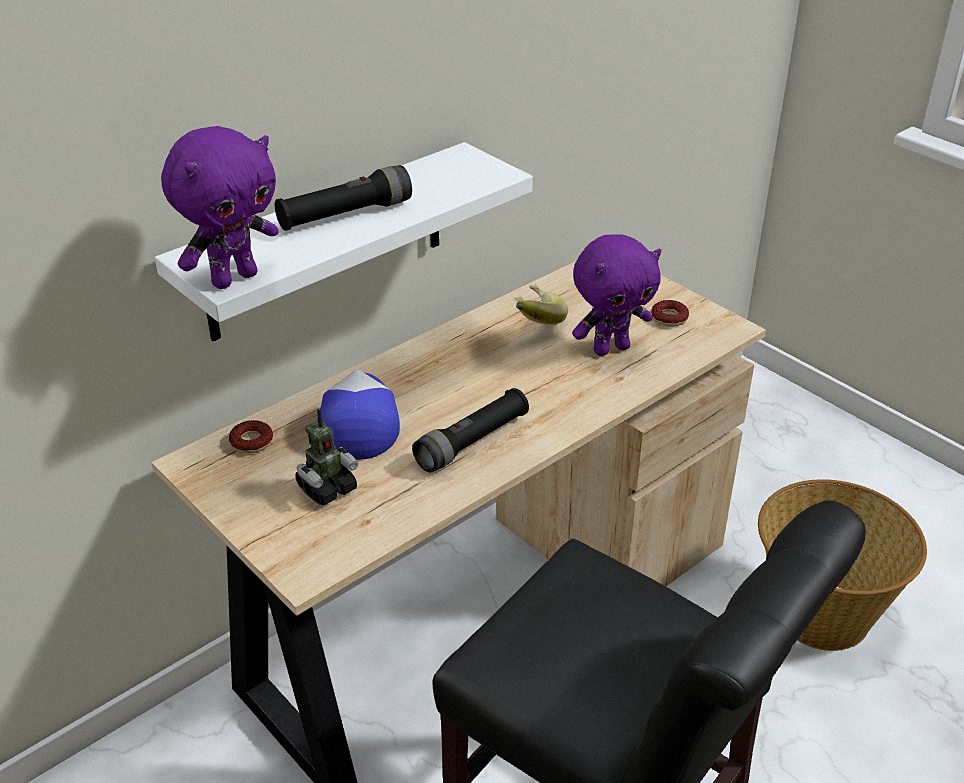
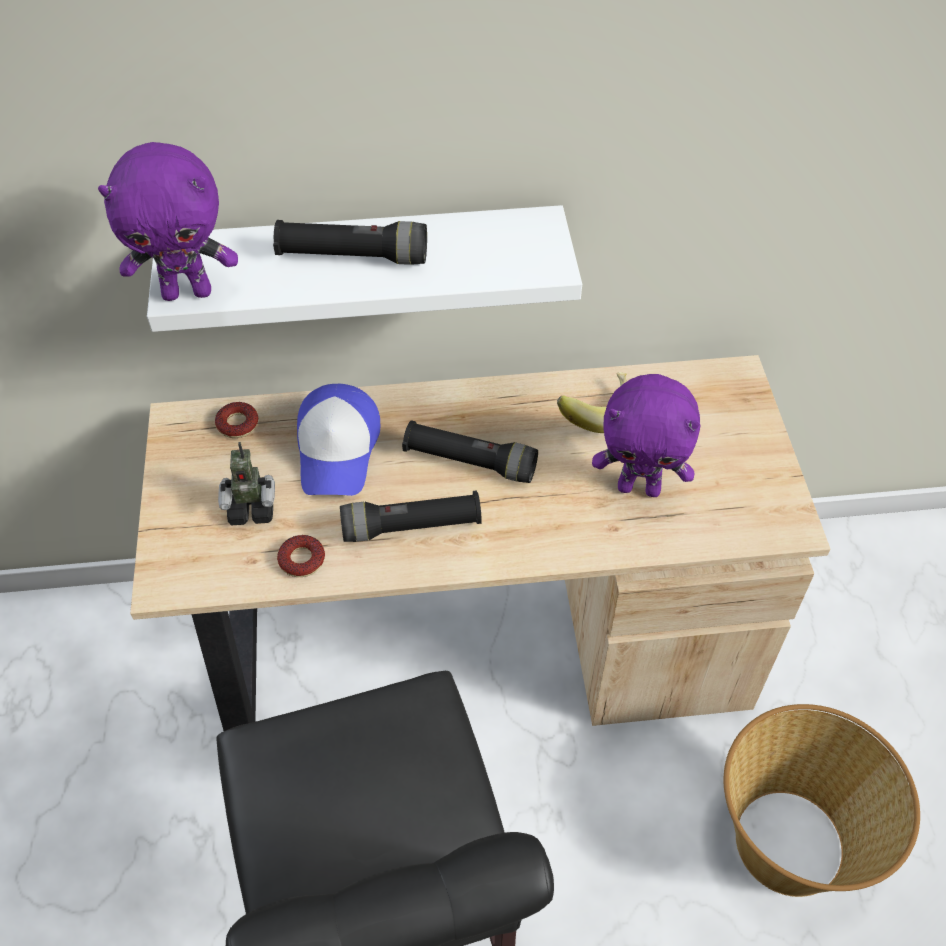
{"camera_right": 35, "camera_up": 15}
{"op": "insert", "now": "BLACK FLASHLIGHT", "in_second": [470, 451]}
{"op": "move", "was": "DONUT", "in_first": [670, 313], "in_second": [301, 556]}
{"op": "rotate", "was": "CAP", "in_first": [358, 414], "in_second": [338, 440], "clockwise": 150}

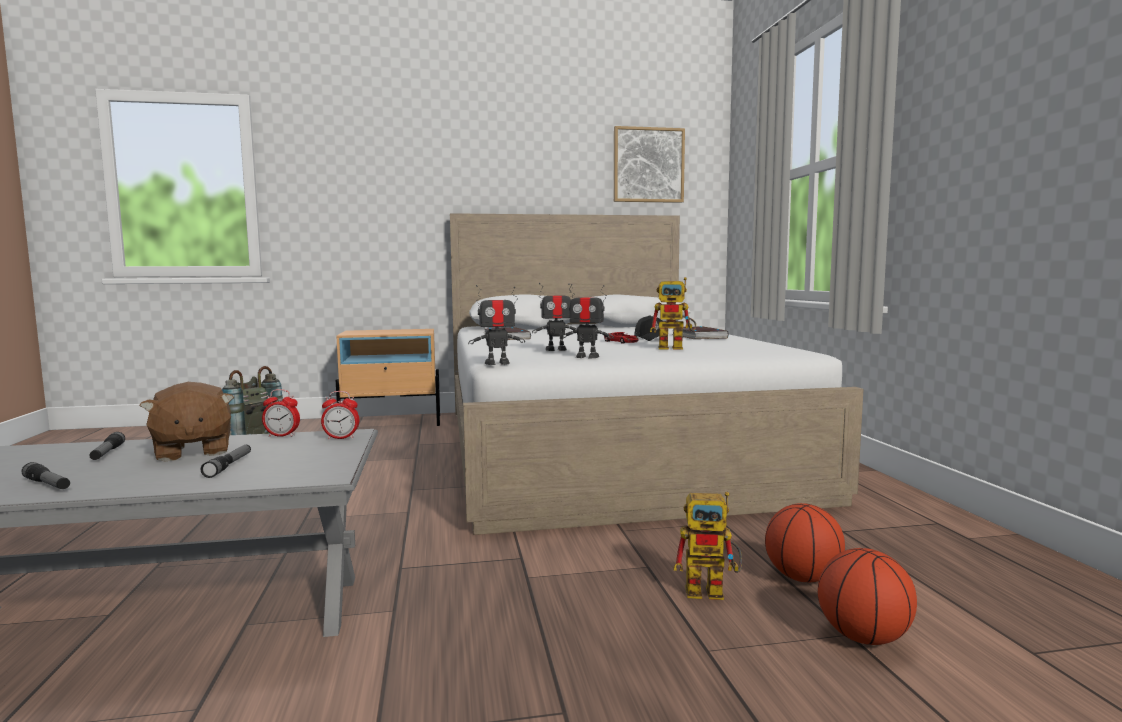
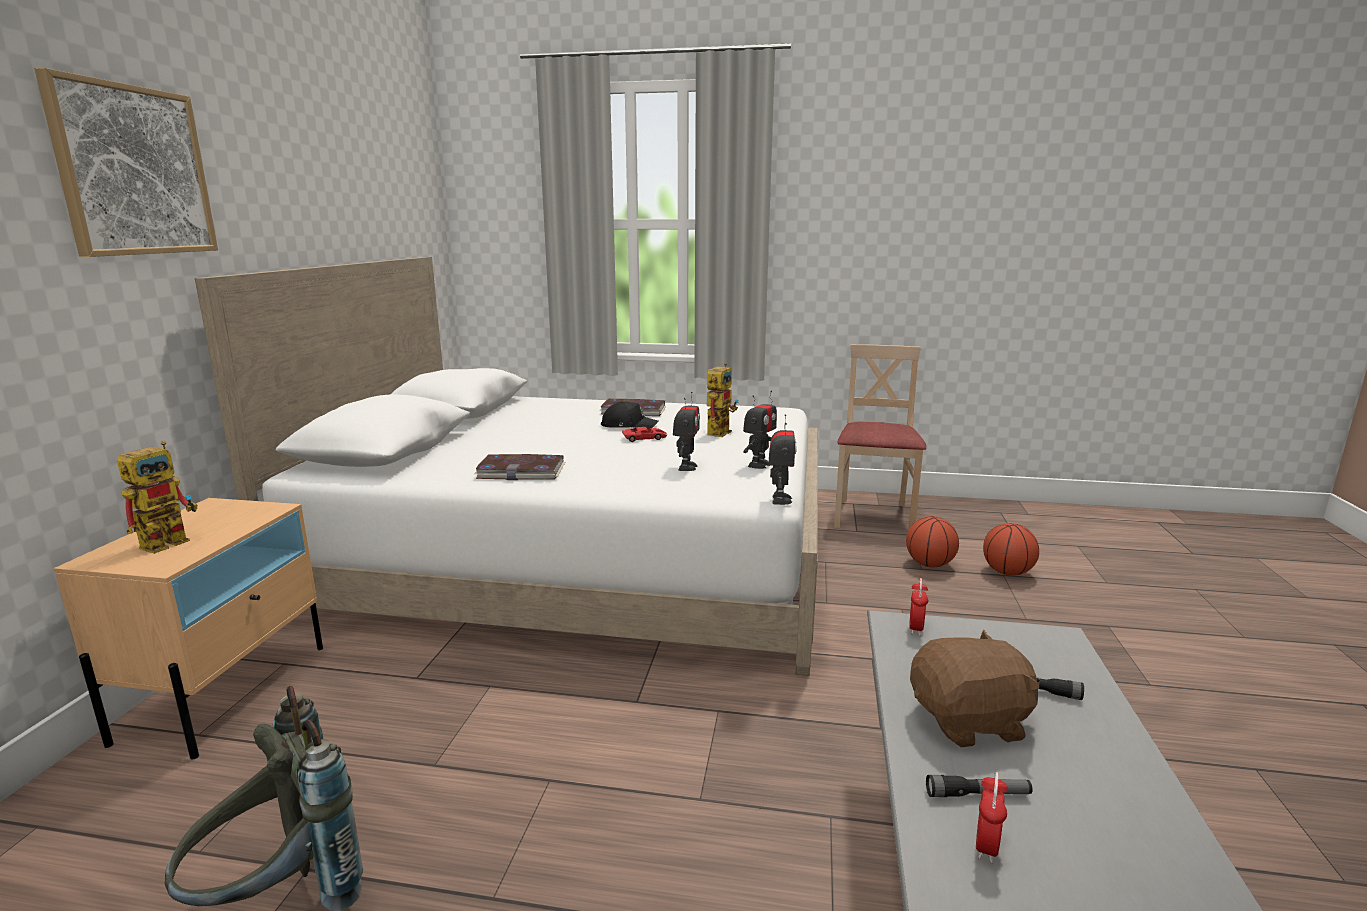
{"camera_right": -70, "camera_up": 10}
{"op": "delete", "was": "FLASHLIGHT", "in_first": [46, 475]}
{"op": "insert", "now": "BEIGE CHAIR", "in_second": [880, 437]}
{"op": "move", "was": "ALARM CLOCK", "in_first": [281, 413], "in_second": [992, 817]}
{"op": "move", "was": "PICTURE", "in_first": [649, 164], "in_second": [126, 162]}
{"op": "move", "was": "TOY ROBOT", "in_first": [707, 546], "in_second": [157, 497]}

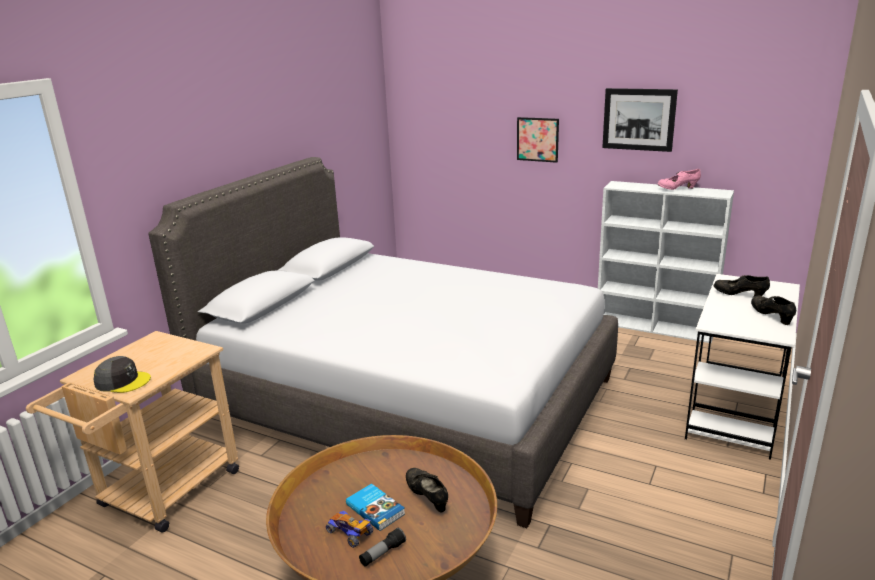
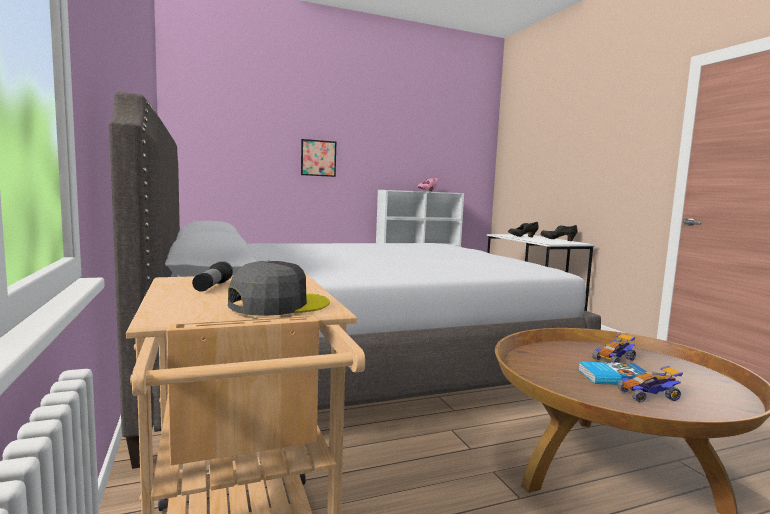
{"camera_right": -50, "camera_up": -15}
{"op": "delete", "was": "PICTURE", "in_first": [640, 120]}
{"op": "move", "was": "FLASHLIGHT", "in_first": [382, 547], "in_second": [212, 276]}
{"op": "replace", "was": "BLACK SHOE", "now": "TOY CAR", "in_first": [427, 490], "in_second": [614, 348]}

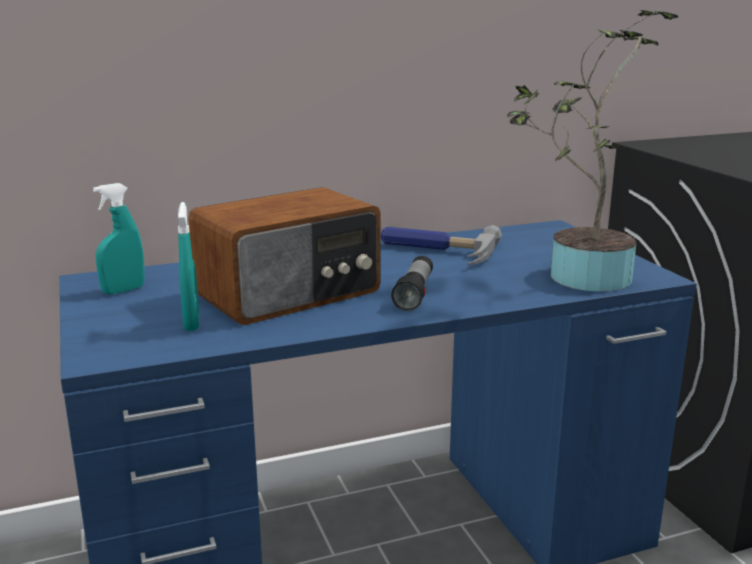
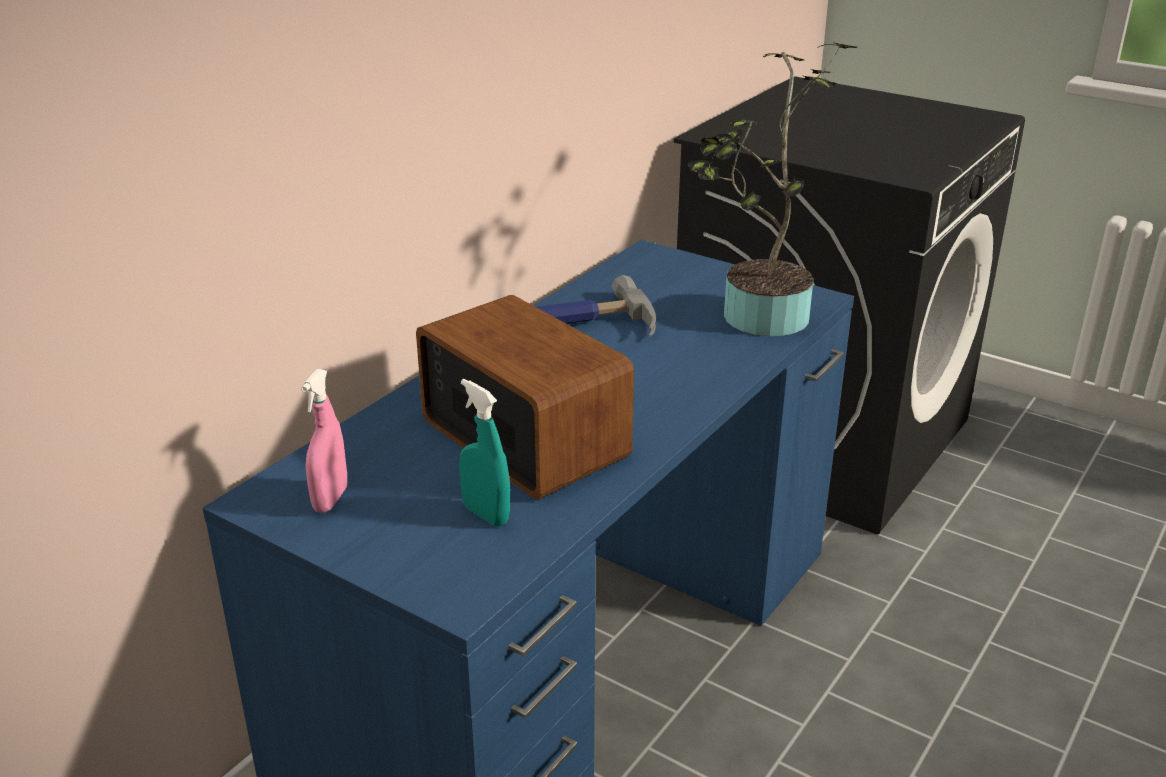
{"camera_right": -35, "camera_up": 10}
{"op": "delete", "was": "FLASHLIGHT", "in_first": [412, 283]}
{"op": "recolor", "was": "TURQUOISE SPRAY BOTTLE", "now": "PINK SPRAY BOTTLE", "in_first": [119, 239], "in_second": [324, 441]}
{"op": "rotate", "was": "RADIO", "in_first": [284, 256], "in_second": [525, 397], "clockwise": -60}

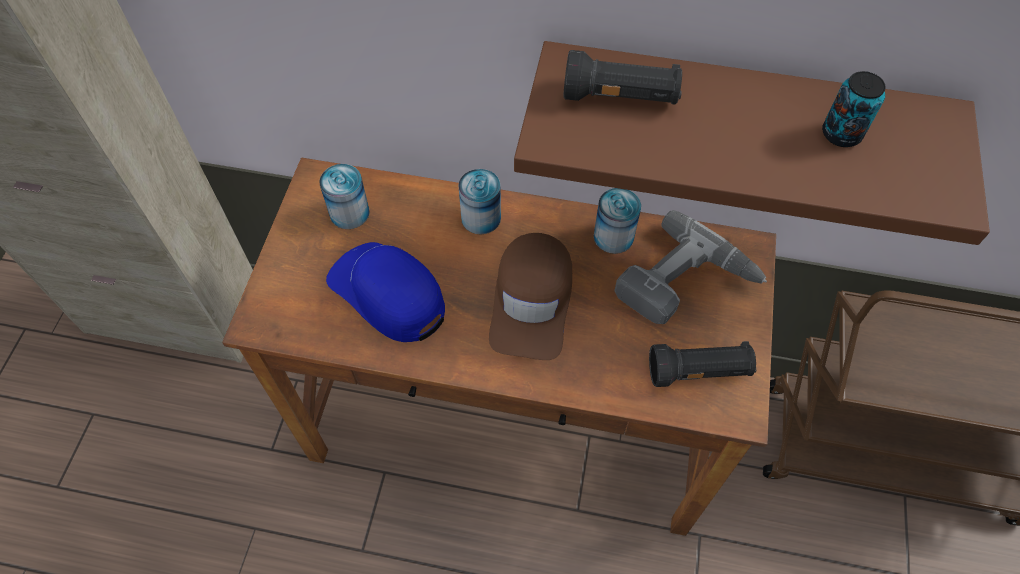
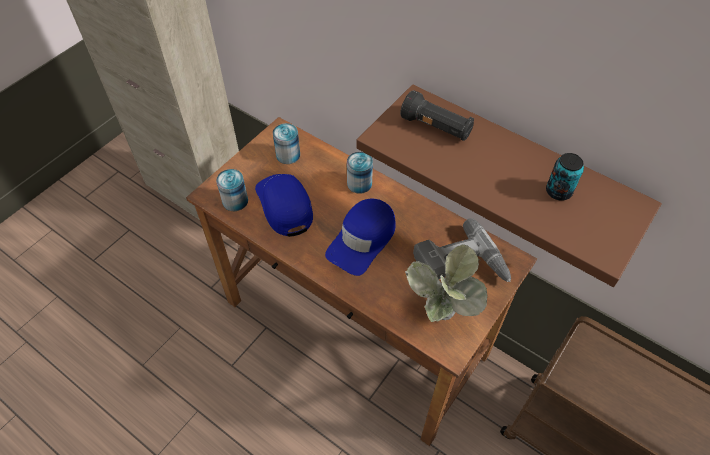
{"camera_right": 25, "camera_up": -5}
{"op": "move", "was": "CAN", "in_first": [617, 221], "in_second": [232, 190]}
{"op": "replace", "was": "BLACK FLASHLIGHT", "now": "POTTED PLANT", "in_first": [702, 364], "in_second": [446, 283]}
{"op": "recolor", "was": "BROWN CAP", "now": "BLUE CAP", "in_first": [530, 296], "in_second": [360, 237]}

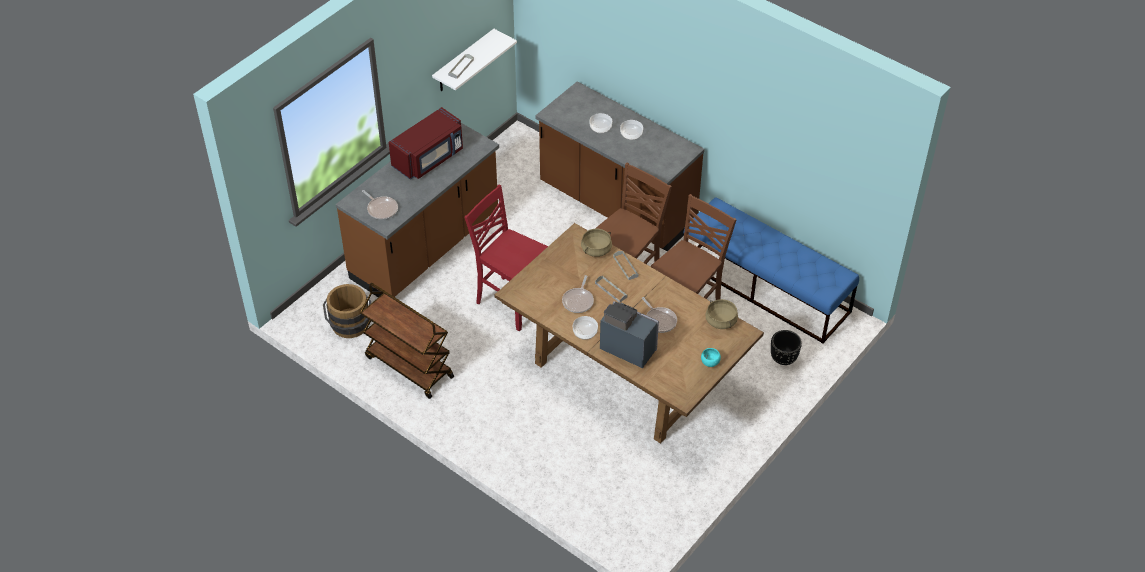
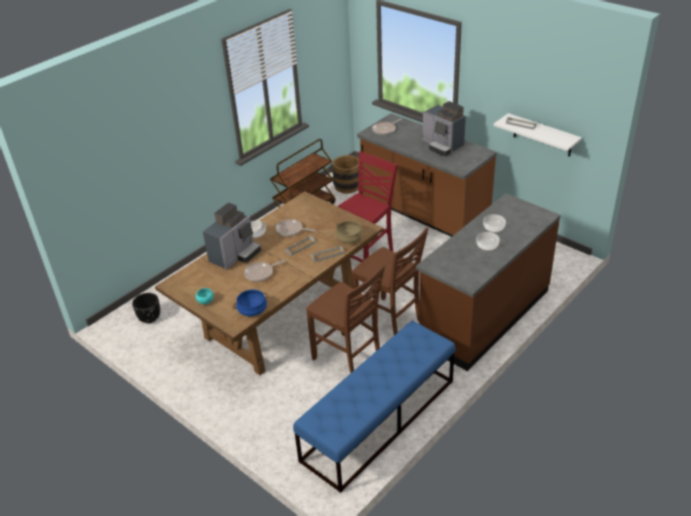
{"camera_right": 95, "camera_up": -10}
{"op": "move", "was": "BLACK PLANTER", "in_first": [786, 347], "in_second": [146, 308]}
{"op": "replace", "was": "RED MICROWAVE", "now": "COFFEE MACHINE", "in_first": [426, 143], "in_second": [444, 128]}
{"op": "recolor", "was": "BEIGE COOKING POT", "now": "BLUE COOKING POT", "in_first": [721, 314], "in_second": [250, 303]}

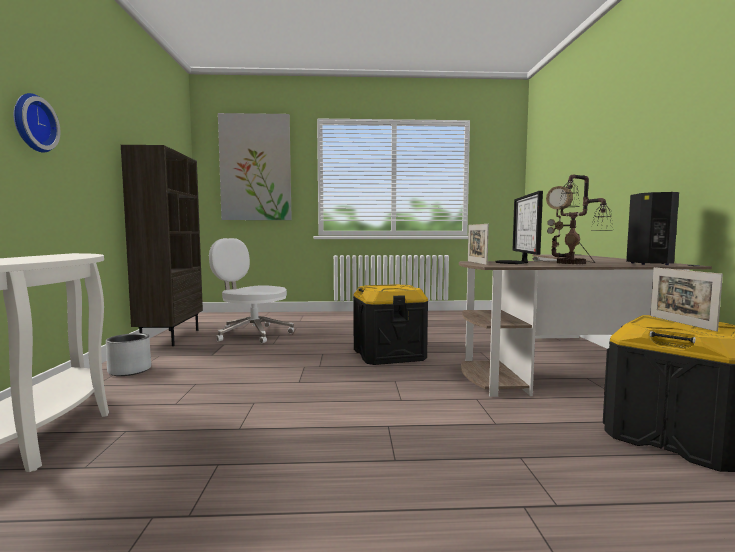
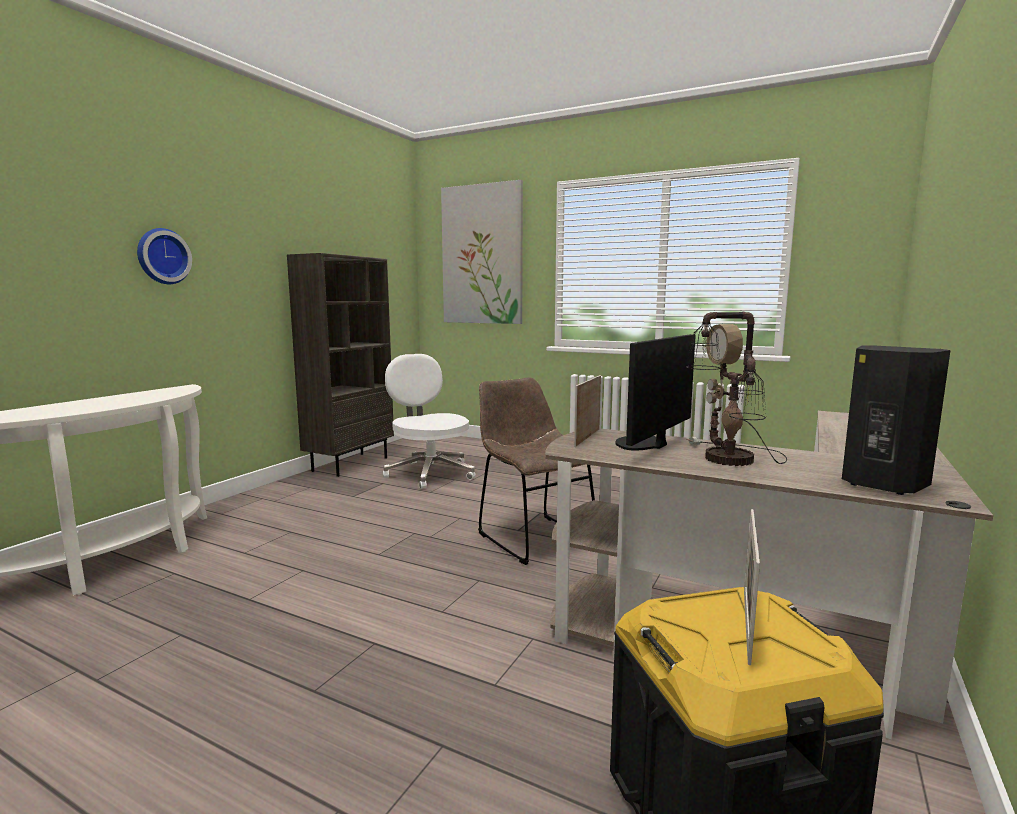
{"camera_right": 30, "camera_up": 5}
{"op": "delete", "was": "GREY PLANTER", "in_first": [128, 354]}
{"op": "replace", "was": "BLACK STORAGE BOX", "now": "BROWN CHAIR", "in_first": [390, 324], "in_second": [536, 471]}

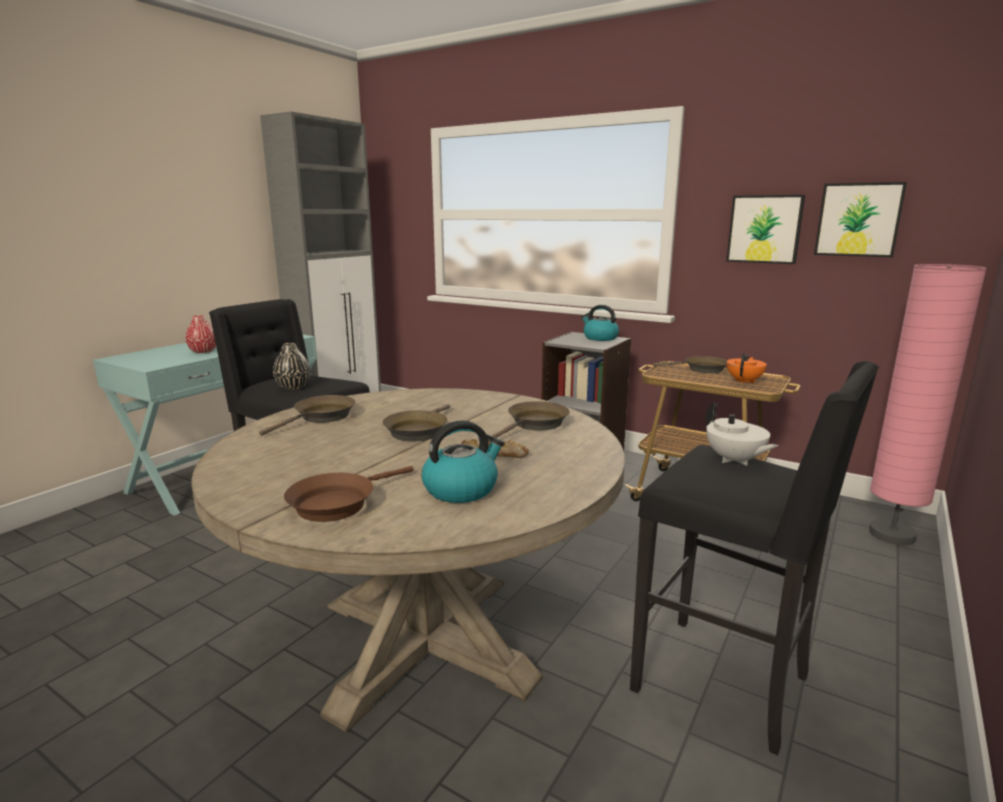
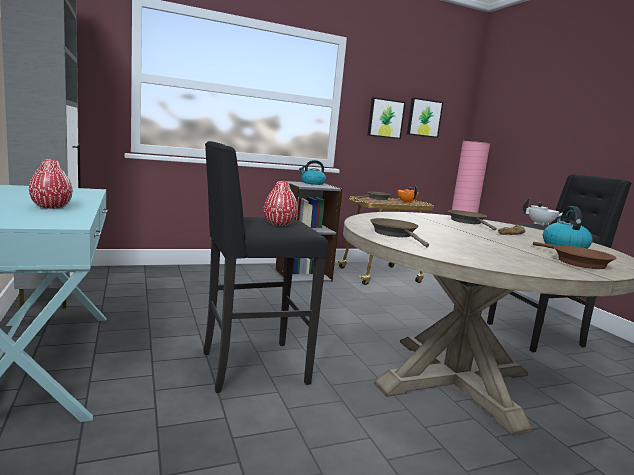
{"camera_right": -55, "camera_up": -5}
{"op": "delete", "was": "BROWN FRYING PAN", "in_first": [417, 423]}
{"op": "recolor", "was": "BLACK VASE", "now": "RED VASE", "in_first": [292, 366], "in_second": [281, 203]}

